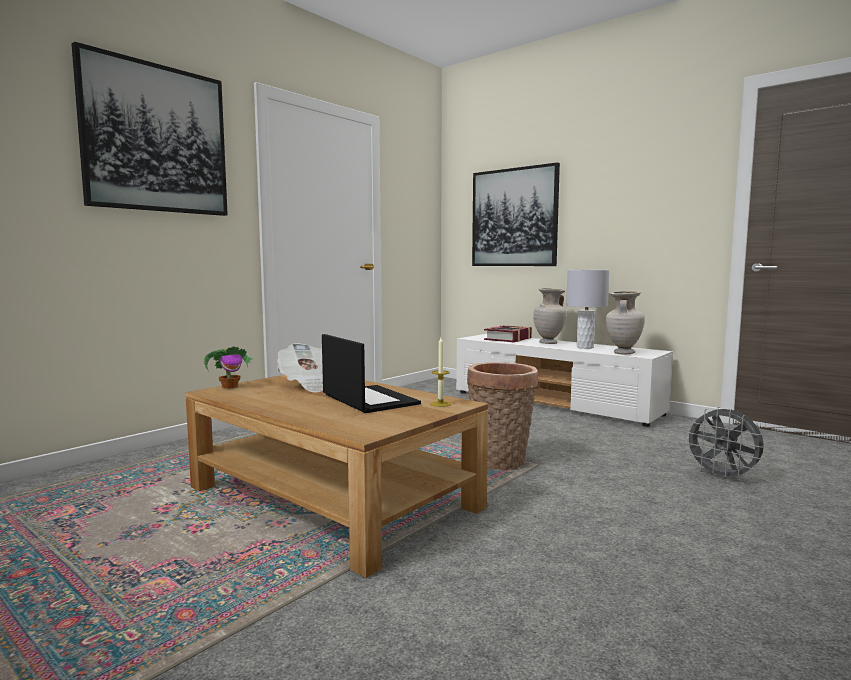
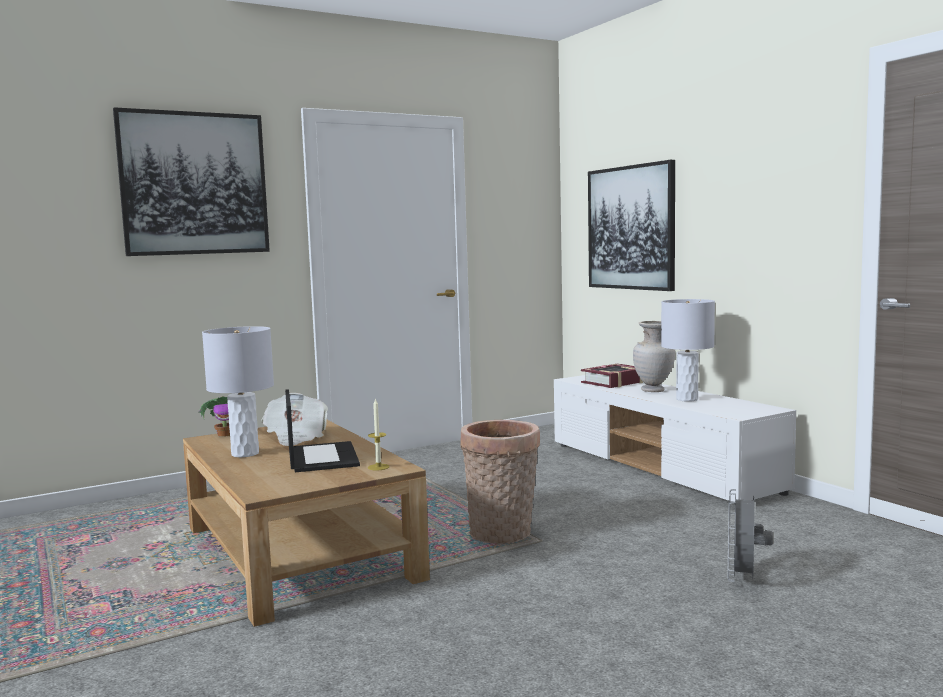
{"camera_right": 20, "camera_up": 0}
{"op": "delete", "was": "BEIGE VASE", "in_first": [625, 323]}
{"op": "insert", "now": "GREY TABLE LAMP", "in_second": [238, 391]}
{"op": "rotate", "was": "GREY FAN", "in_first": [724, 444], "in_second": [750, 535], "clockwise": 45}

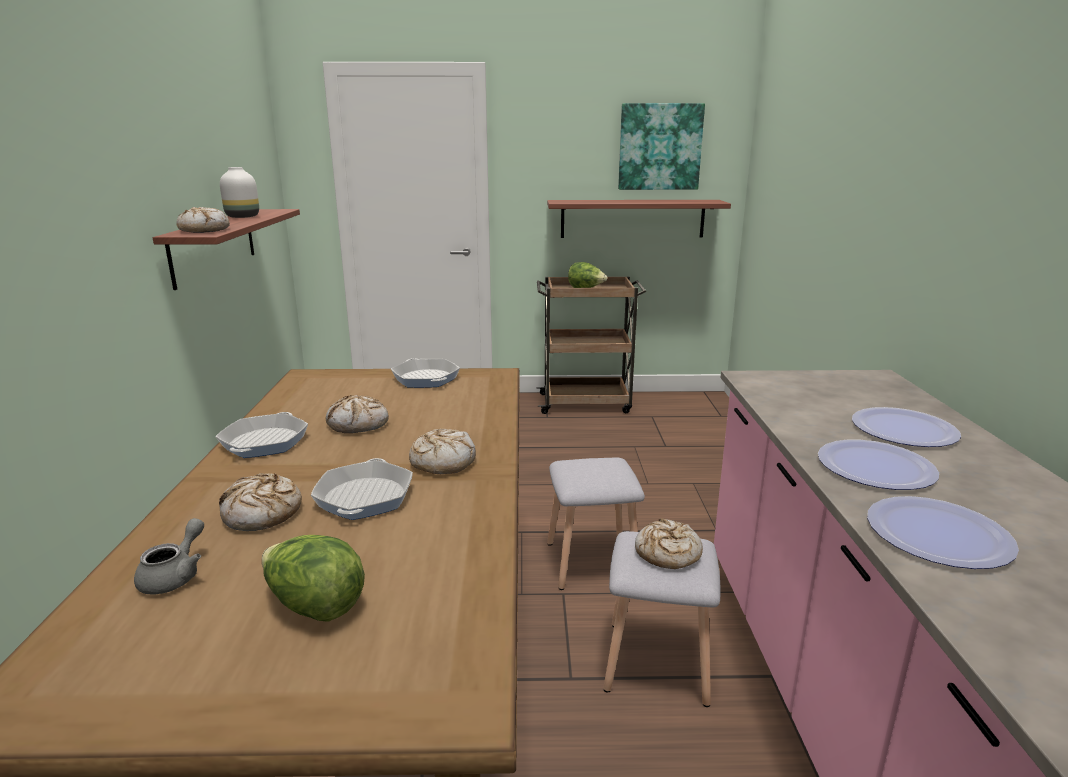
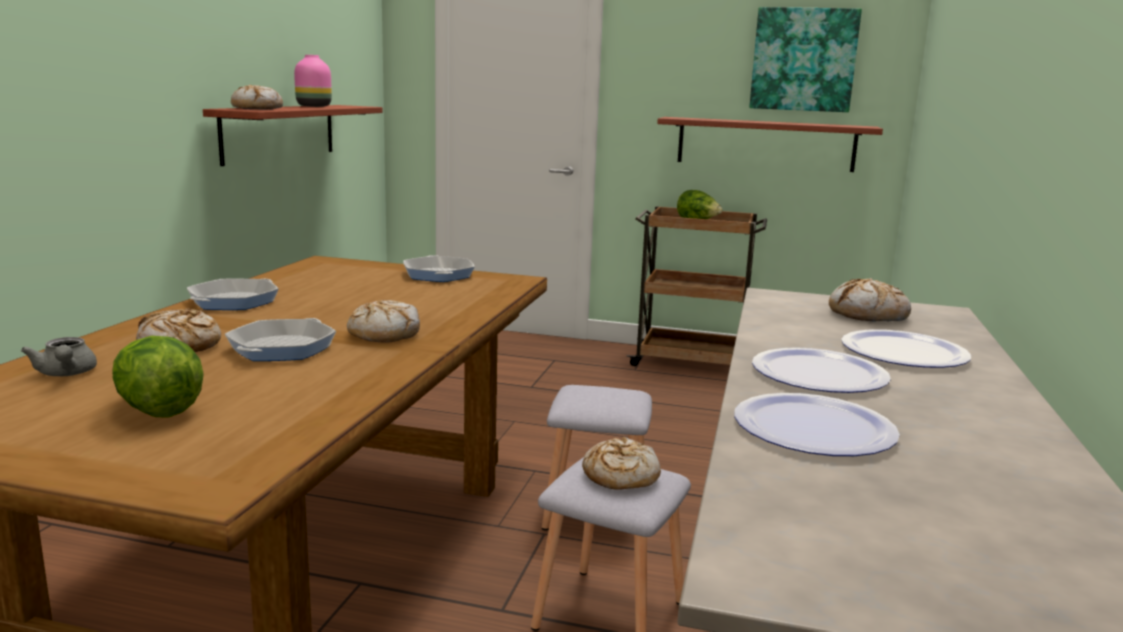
{"camera_right": 15, "camera_up": -5}
{"op": "move", "was": "BREAD", "in_first": [357, 414], "in_second": [870, 299]}
{"op": "recolor", "was": "WHITE VASE", "now": "PINK VASE", "in_first": [239, 192], "in_second": [313, 81]}
{"op": "rotate", "was": "GREY TEAPOT", "in_first": [169, 556], "in_second": [59, 356], "clockwise": 120}

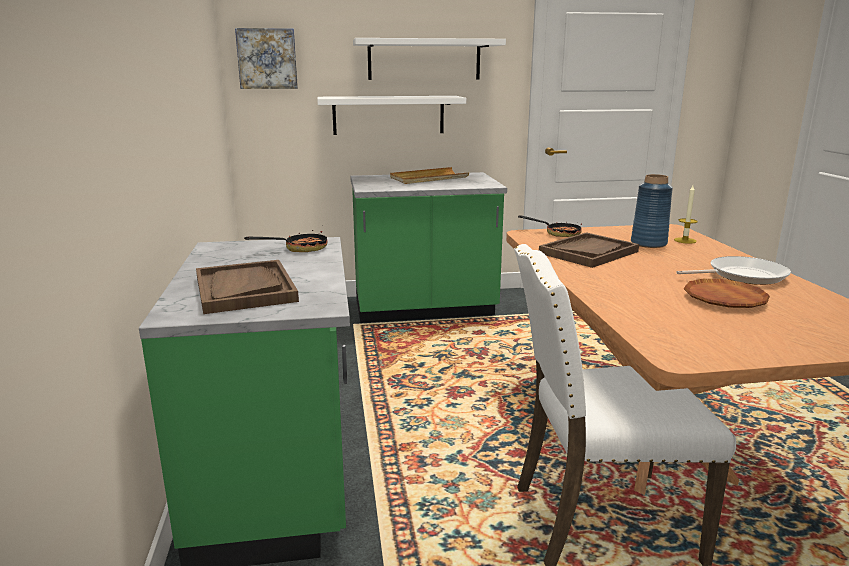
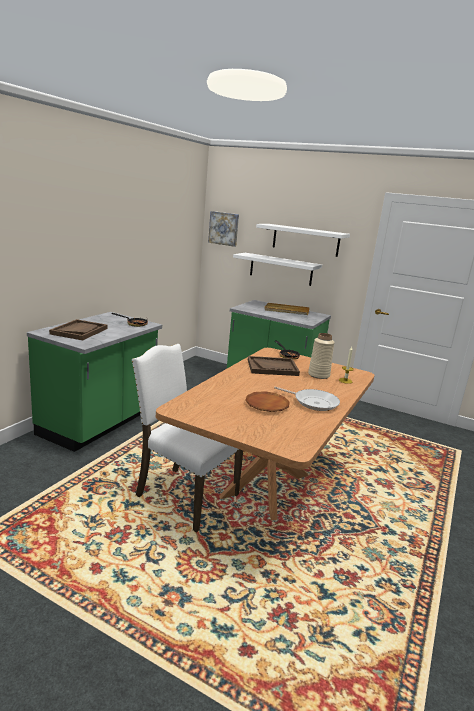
{"camera_right": 35, "camera_up": 0}
{"op": "recolor", "was": "BLUE VASE", "now": "BEIGE VASE", "in_first": [652, 211], "in_second": [321, 356]}

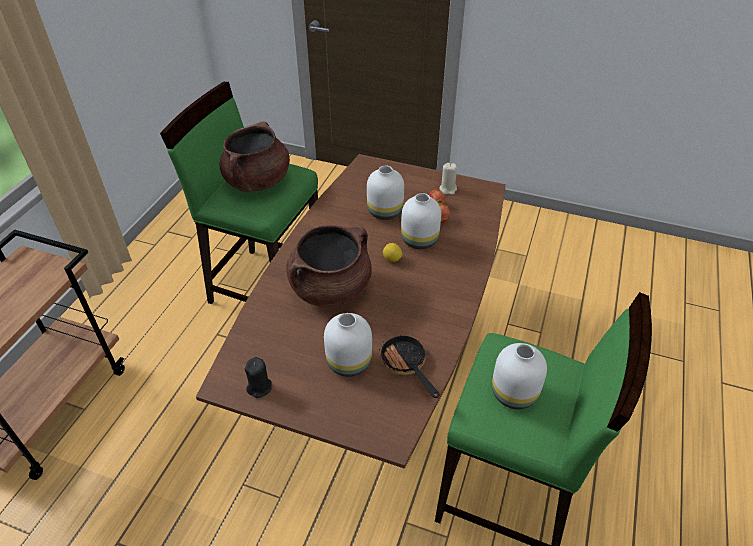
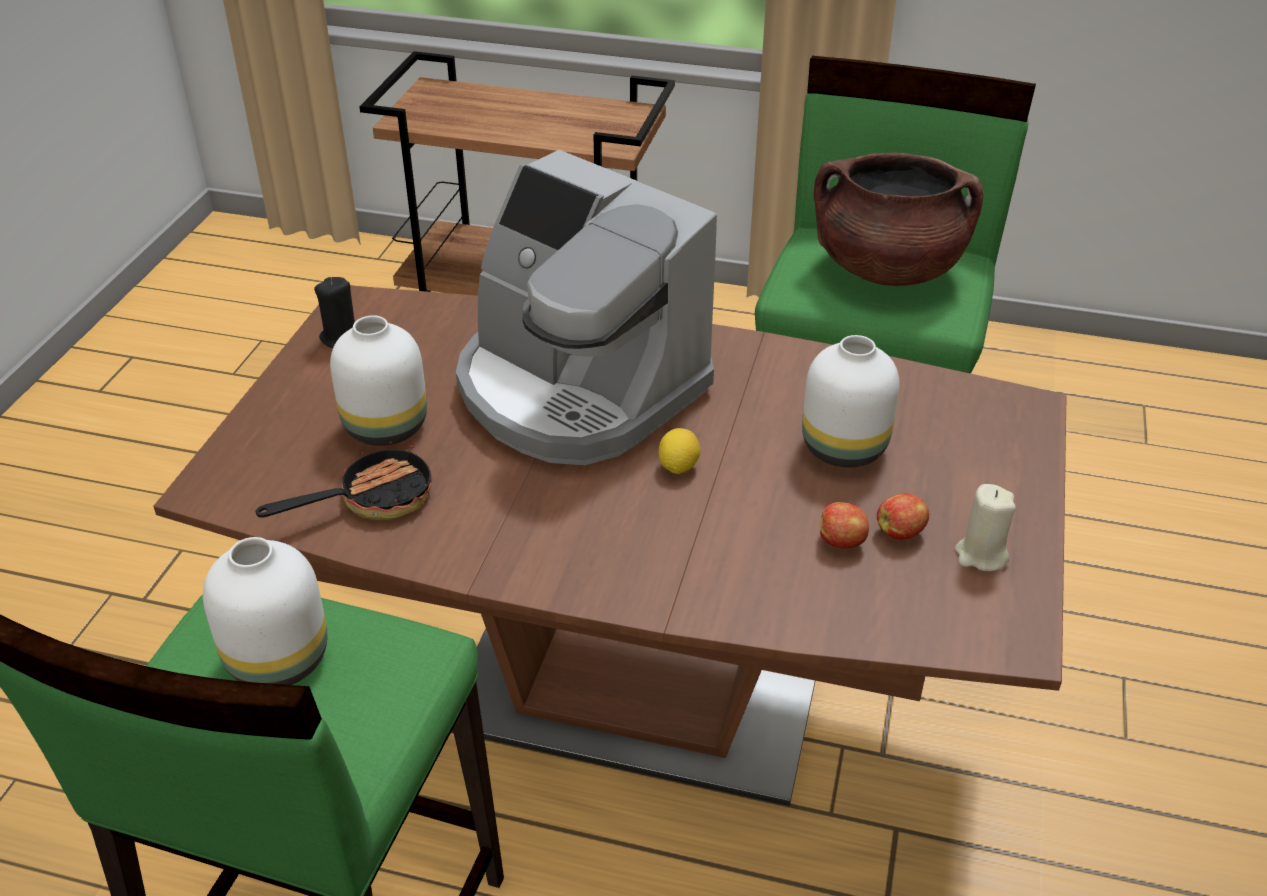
{"camera_right": 85, "camera_up": -5}
{"op": "delete", "was": "WHITE VASE", "in_first": [421, 221]}
{"op": "replace", "was": "BROWN COOKING POT", "now": "COFFEE MACHINE", "in_first": [329, 266], "in_second": [586, 307]}

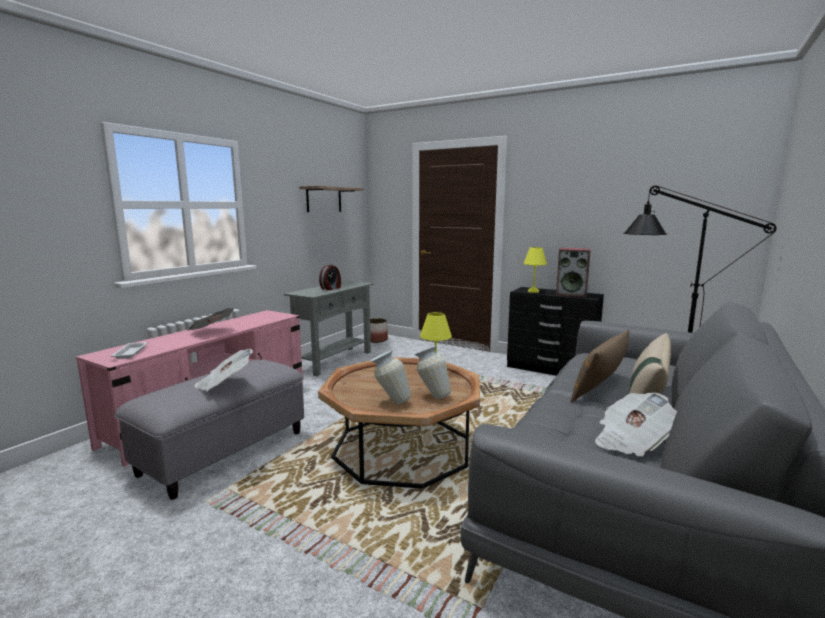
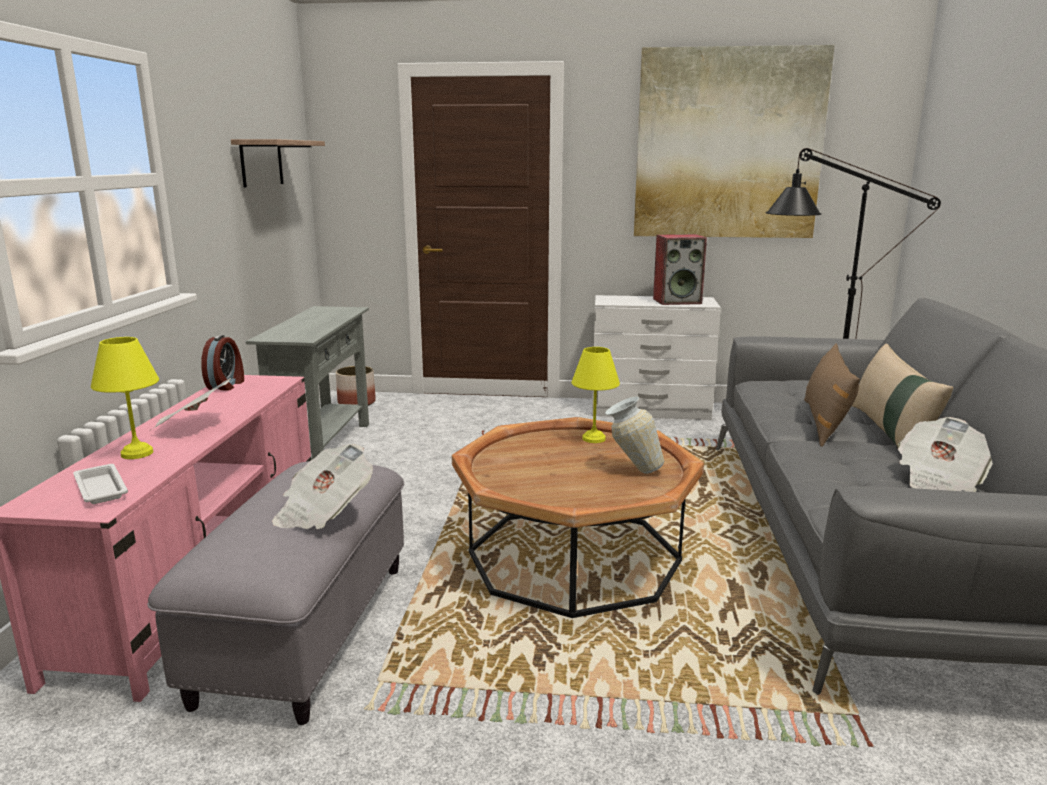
{"camera_right": -25, "camera_up": 5}
{"op": "delete", "was": "VASE", "in_first": [390, 377]}
{"op": "insert", "now": "PICTURE", "in_second": [734, 141]}
{"op": "move", "was": "ALARM CLOCK", "in_first": [330, 277], "in_second": [222, 362]}
{"op": "move", "was": "YELLOW TABLE LAMP", "in_first": [535, 270], "in_second": [125, 398]}
{"op": "recolor", "was": "BLACK DRESSER", "now": "WHITE DRESSER", "in_first": [555, 331], "in_second": [656, 357]}

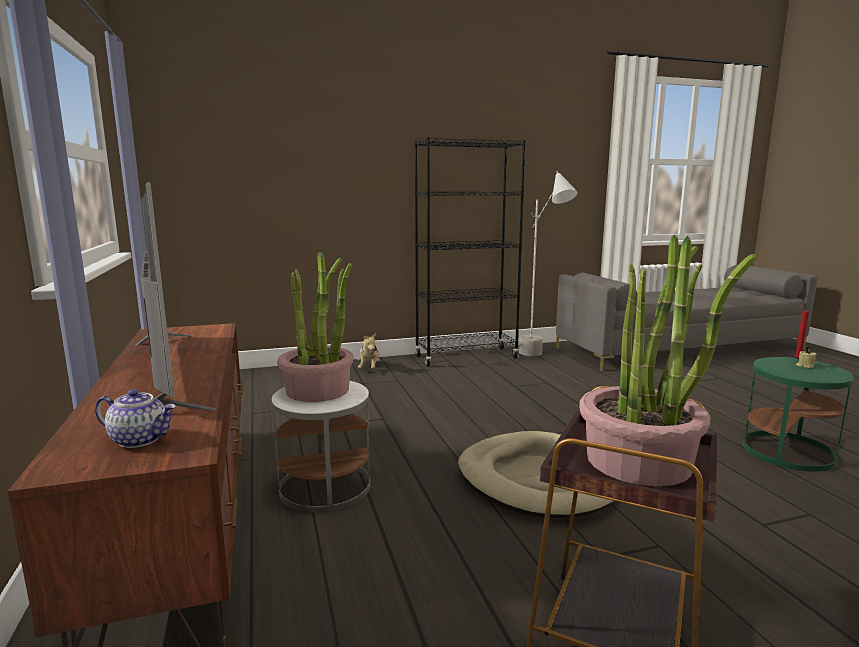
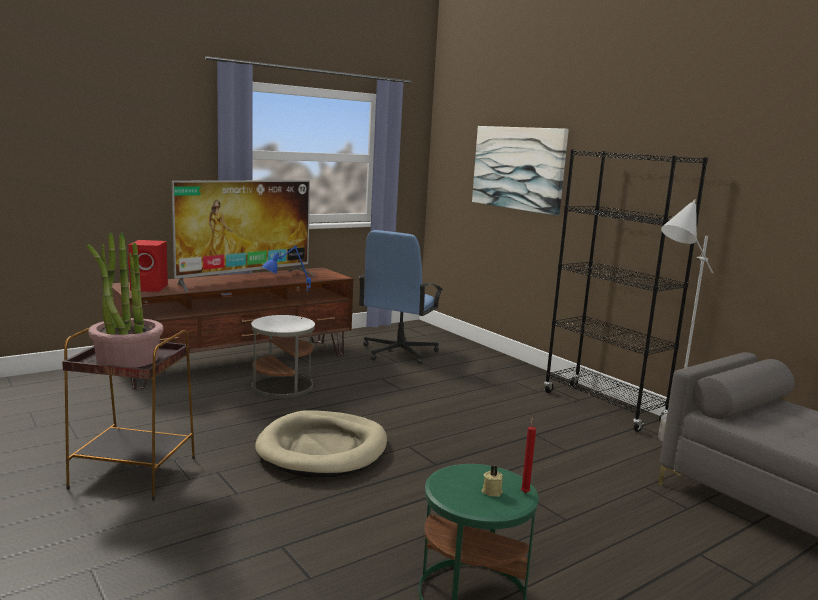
{"camera_right": 70, "camera_up": 0}
{"op": "delete", "was": "PLUSH TOY", "in_first": [368, 351]}
{"op": "insert", "now": "BLUE OFFICE CHAIR", "in_second": [401, 297]}
{"op": "insert", "now": "PICTURE", "in_second": [520, 171]}
{"op": "replace", "was": "TEAPOT", "now": "RED SPEAKER", "in_first": [135, 418], "in_second": [148, 266]}
{"op": "replace", "was": "POTTED PLANT", "now": "BLUE TABLE LAMP", "in_first": [315, 327], "in_second": [286, 281]}

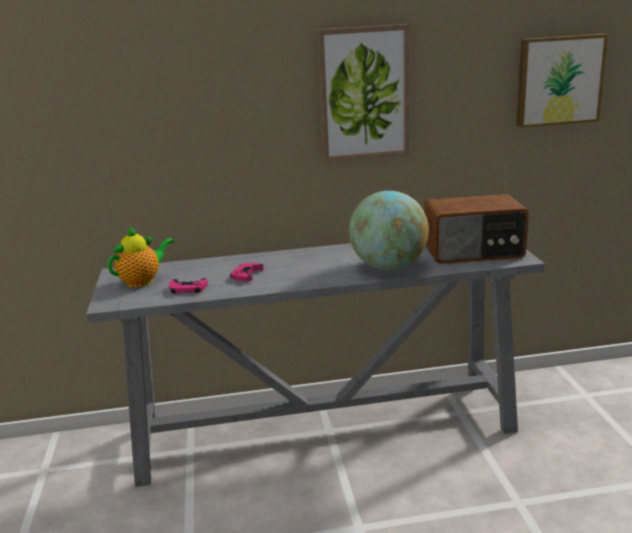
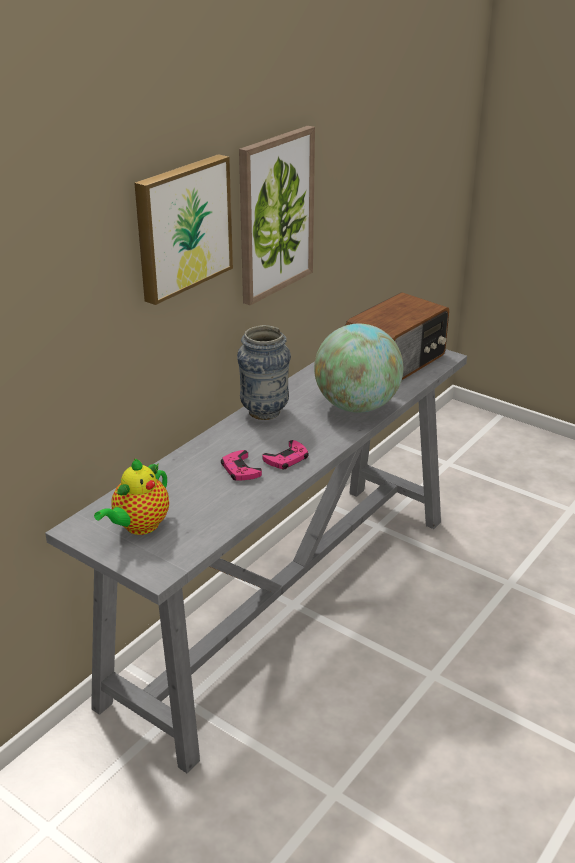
{"camera_right": -45, "camera_up": 10}
{"op": "insert", "now": "VASE", "in_second": [264, 372]}
{"op": "move", "was": "PINK GAME CONTROLLER", "in_first": [188, 286], "in_second": [285, 454]}
{"op": "move", "was": "PICTURE", "in_first": [562, 81], "in_second": [183, 229]}
{"op": "rotate", "was": "TEAPOT", "in_first": [141, 257], "in_second": [131, 496], "clockwise": -150}

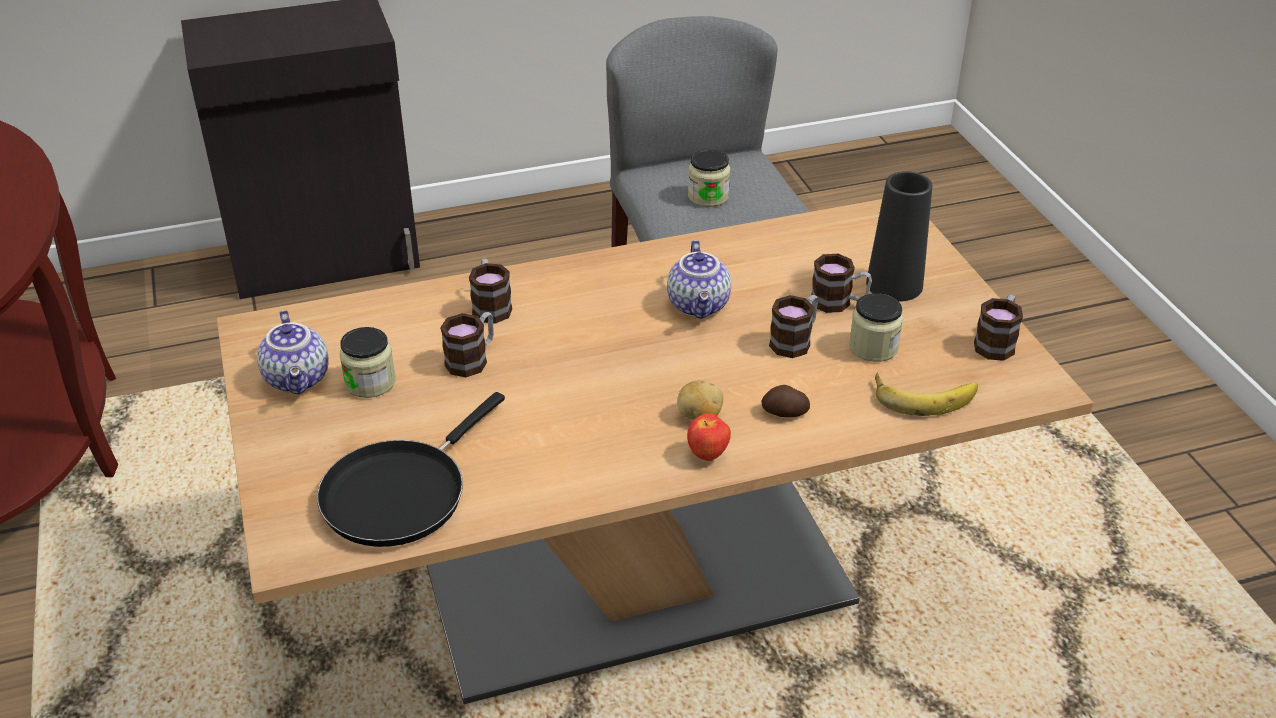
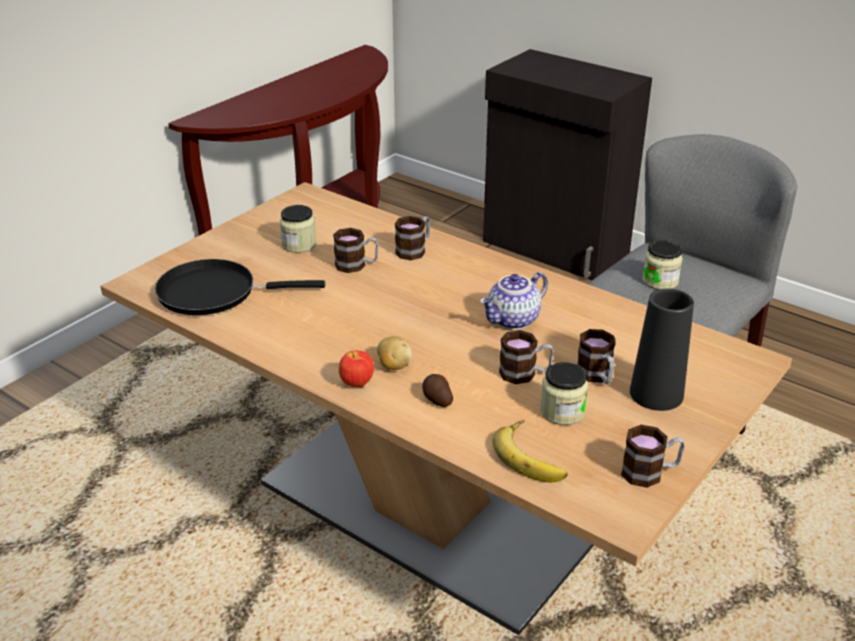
{"camera_right": 55, "camera_up": -5}
{"op": "delete", "was": "TEAPOT", "in_first": [293, 352]}

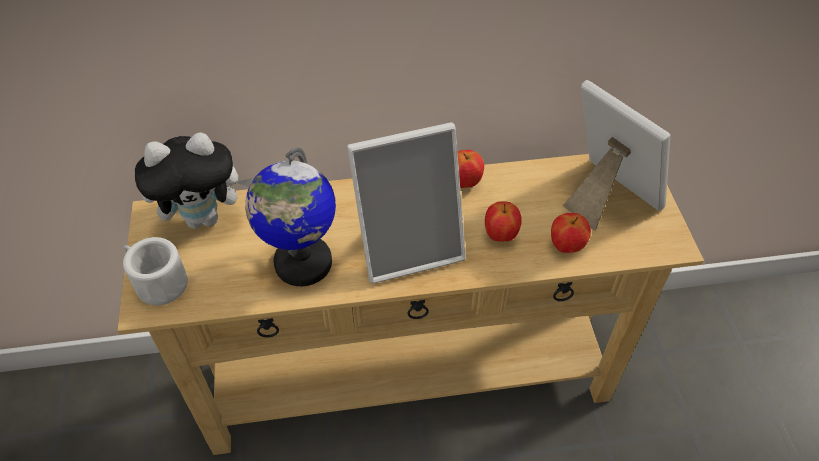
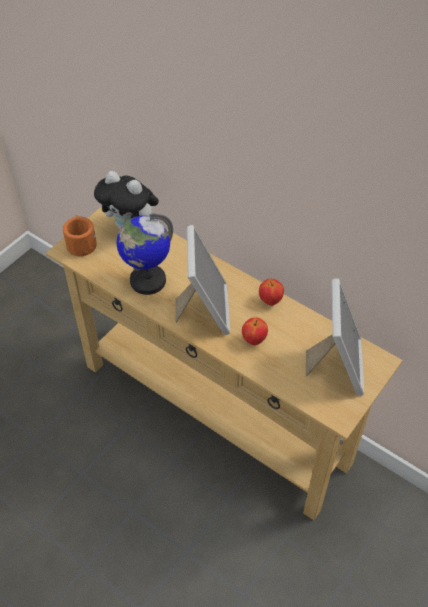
{"camera_right": 45, "camera_up": 0}
{"op": "delete", "was": "APPLE", "in_first": [571, 233]}
{"op": "recolor", "was": "WHITE MUG", "now": "ORANGE MUG", "in_first": [155, 271], "in_second": [80, 235]}
{"op": "rotate", "was": "PICTURE FRAME", "in_first": [406, 203], "in_second": [202, 280], "clockwise": -120}

